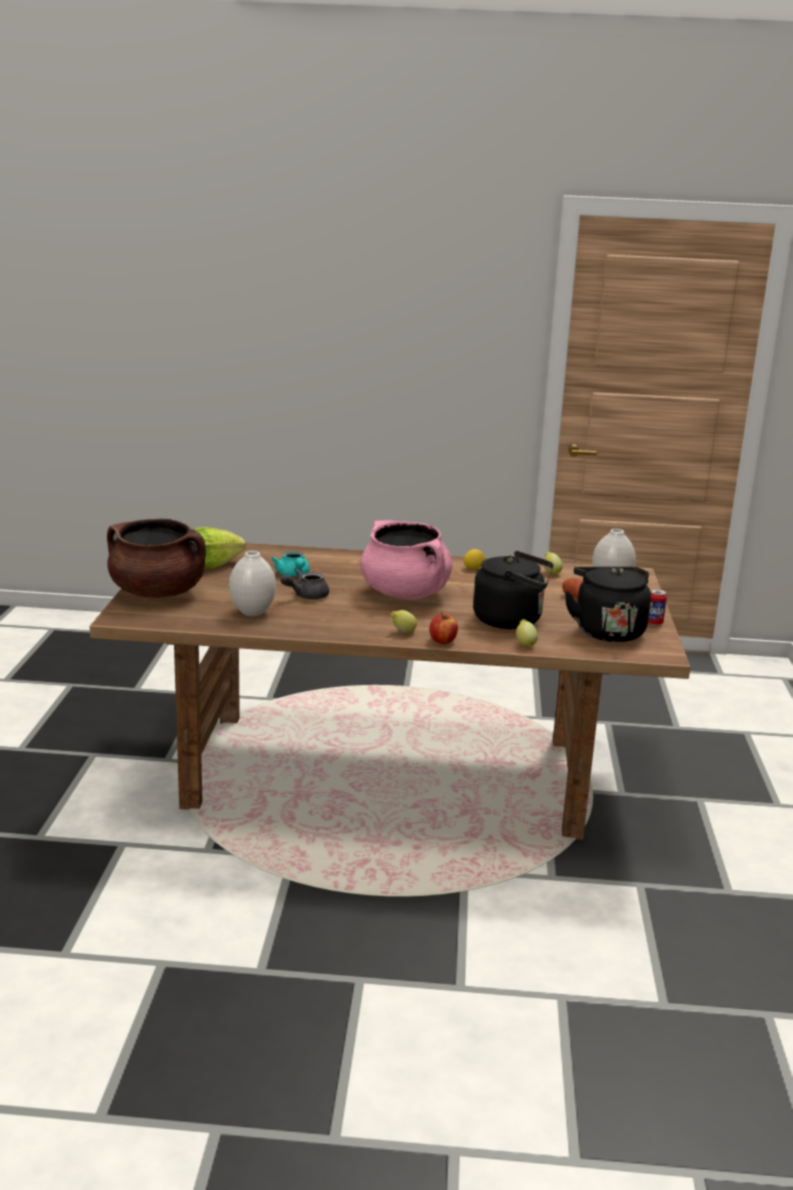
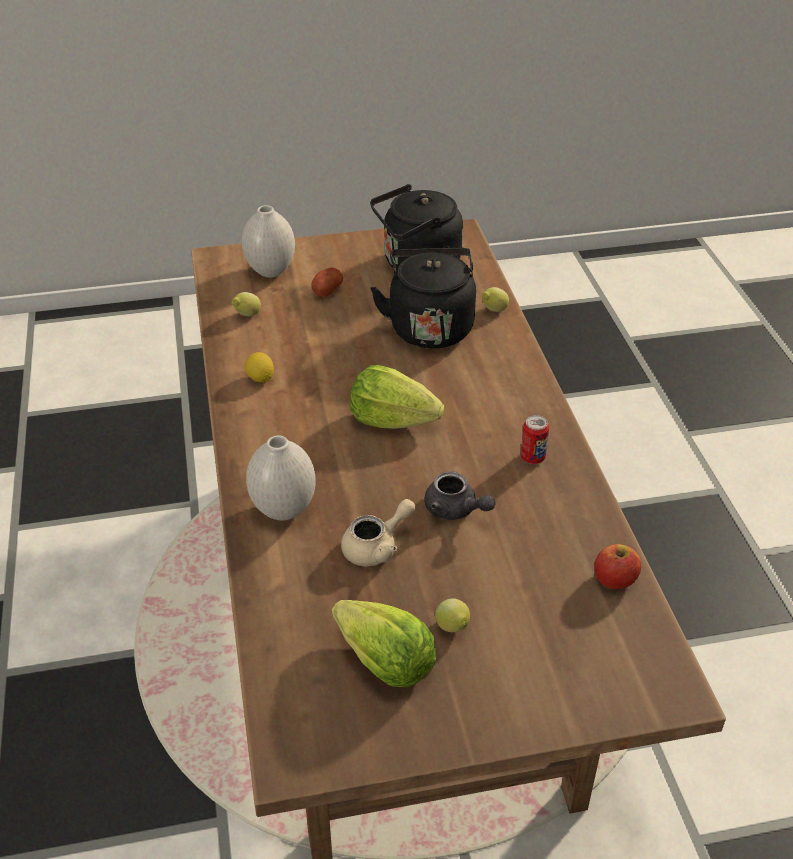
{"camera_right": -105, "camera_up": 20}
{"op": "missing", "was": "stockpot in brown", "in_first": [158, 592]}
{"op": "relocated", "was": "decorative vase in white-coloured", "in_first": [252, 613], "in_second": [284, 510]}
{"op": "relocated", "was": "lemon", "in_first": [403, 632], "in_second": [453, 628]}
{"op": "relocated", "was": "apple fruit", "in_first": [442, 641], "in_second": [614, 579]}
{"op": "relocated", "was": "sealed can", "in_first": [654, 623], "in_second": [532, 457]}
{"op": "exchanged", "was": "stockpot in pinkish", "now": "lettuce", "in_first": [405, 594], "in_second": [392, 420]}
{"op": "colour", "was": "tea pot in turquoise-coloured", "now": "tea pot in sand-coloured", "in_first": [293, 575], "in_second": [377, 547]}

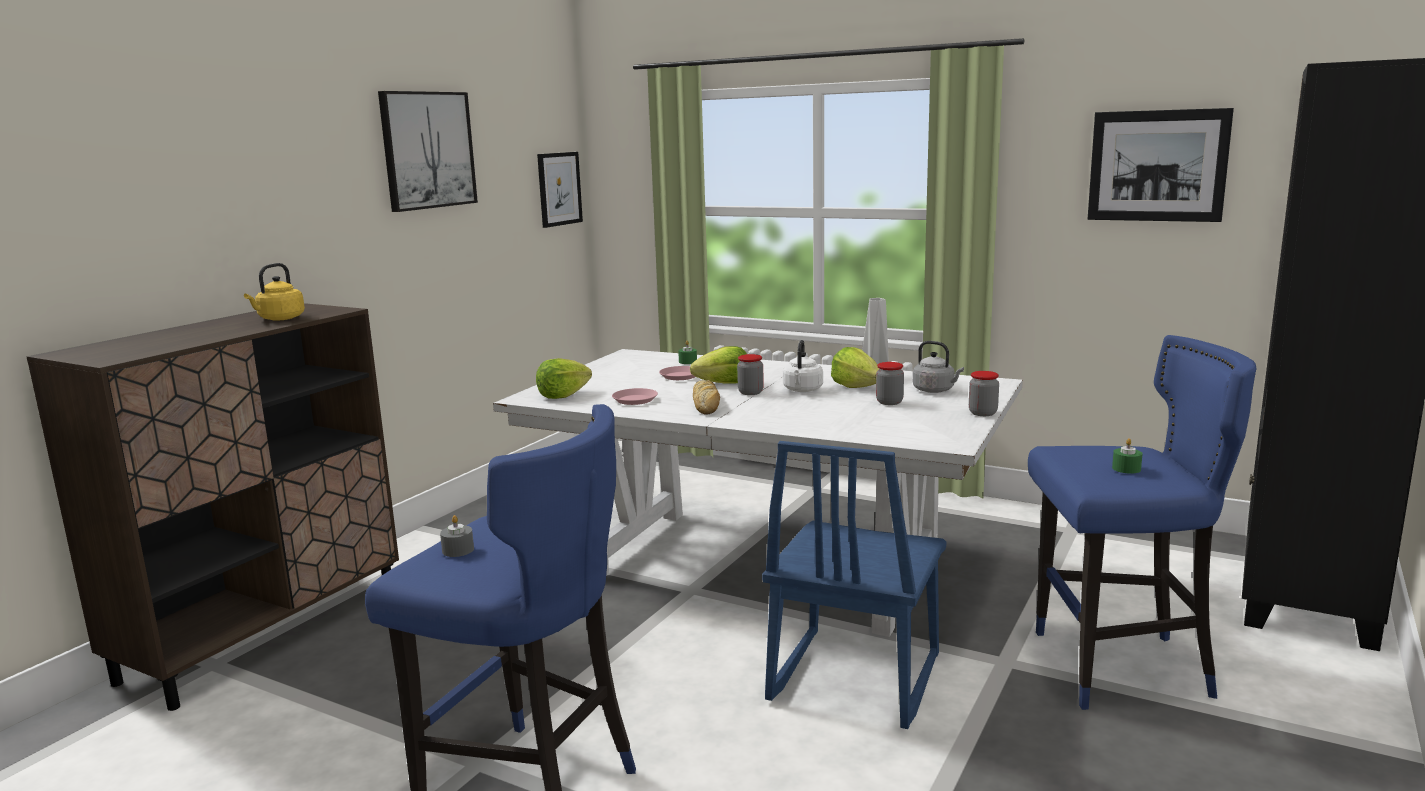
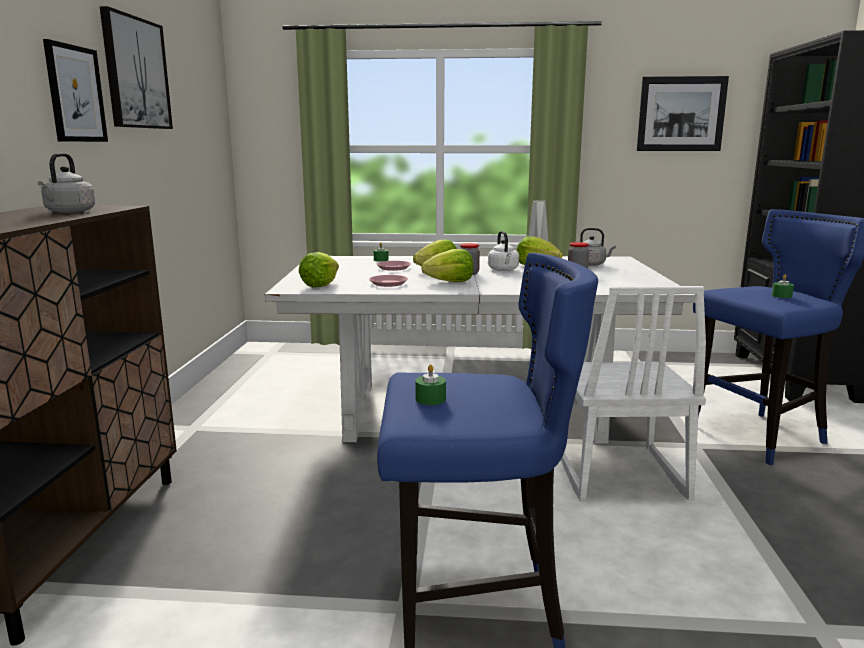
{"camera_right": -25, "camera_up": 0}
{"op": "missing", "was": "storage jar", "in_first": [982, 413]}
{"op": "relocated", "was": "picture", "in_first": [559, 189], "in_second": [75, 94]}
{"op": "exchanged", "was": "bread", "now": "lettuce", "in_first": [706, 404], "in_second": [450, 282]}
{"op": "colour", "was": "tea kettle in yellow", "now": "tea kettle in grey", "in_first": [279, 319], "in_second": [69, 212]}
{"op": "colour", "was": "candle in grey", "now": "candle in green", "in_first": [458, 550], "in_second": [430, 399]}
{"op": "colour", "was": "upright chair in blue-coloured", "now": "upright chair in white-coloured", "in_first": [853, 678], "in_second": [616, 474]}

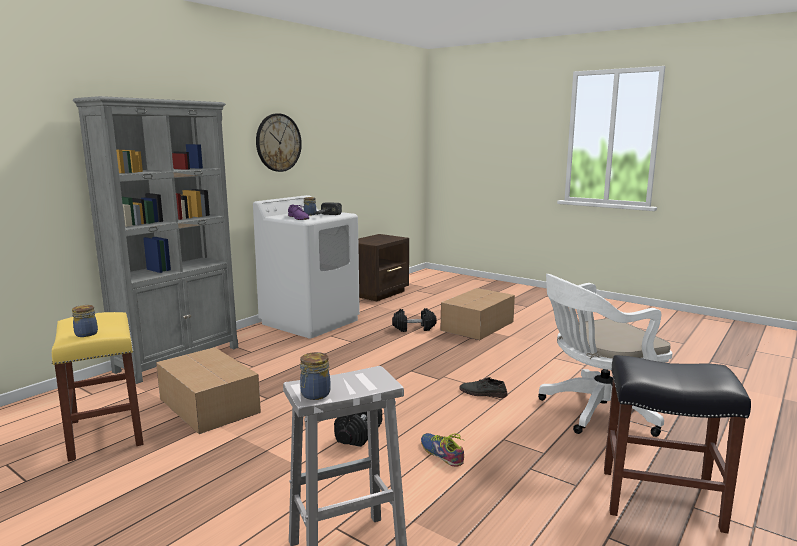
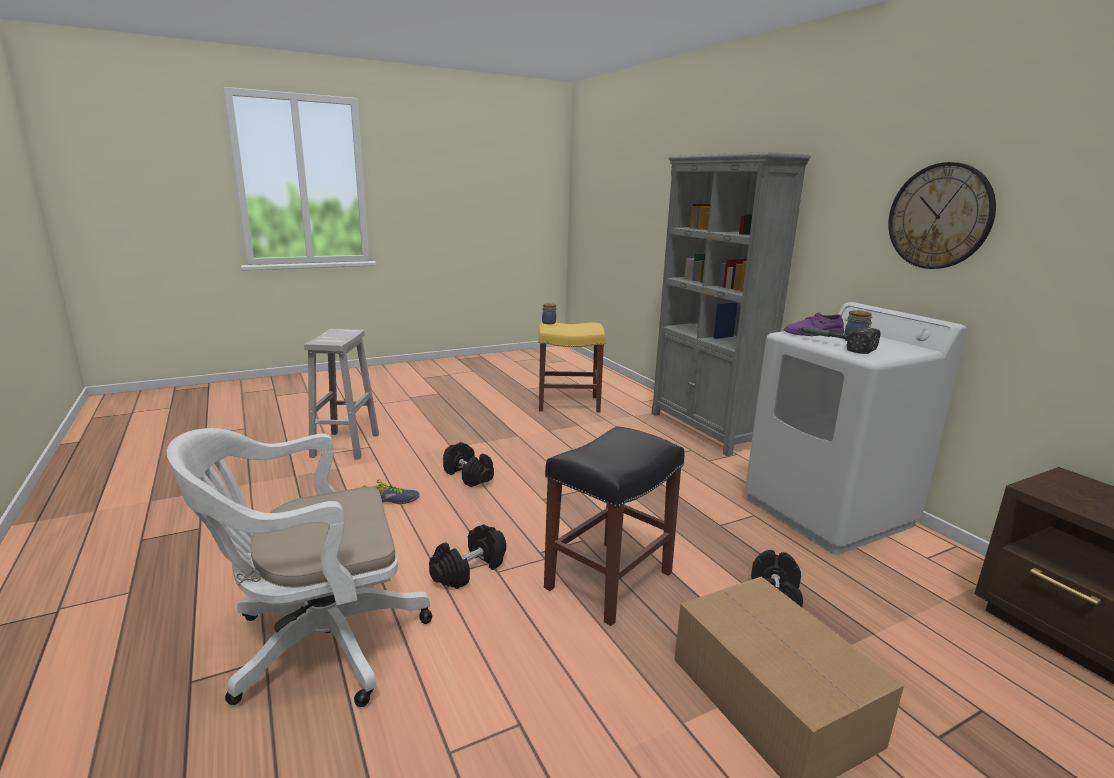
{"camera_right": 115, "camera_up": 5}
{"op": "missing", "was": "packing box", "in_first": [209, 404]}
{"op": "missing", "was": "storage jar", "in_first": [314, 395]}
{"op": "relocated", "was": "sitting stool in blackish", "in_first": [662, 499], "in_second": [608, 581]}
{"op": "exchanged", "was": "item of footwear in grey", "now": "free weight in blackish", "in_first": [482, 393], "in_second": [469, 569]}
{"op": "spun", "was": "desk chair in white-coloured", "in_first": [596, 411], "in_second": [317, 644], "clockwise": -120}

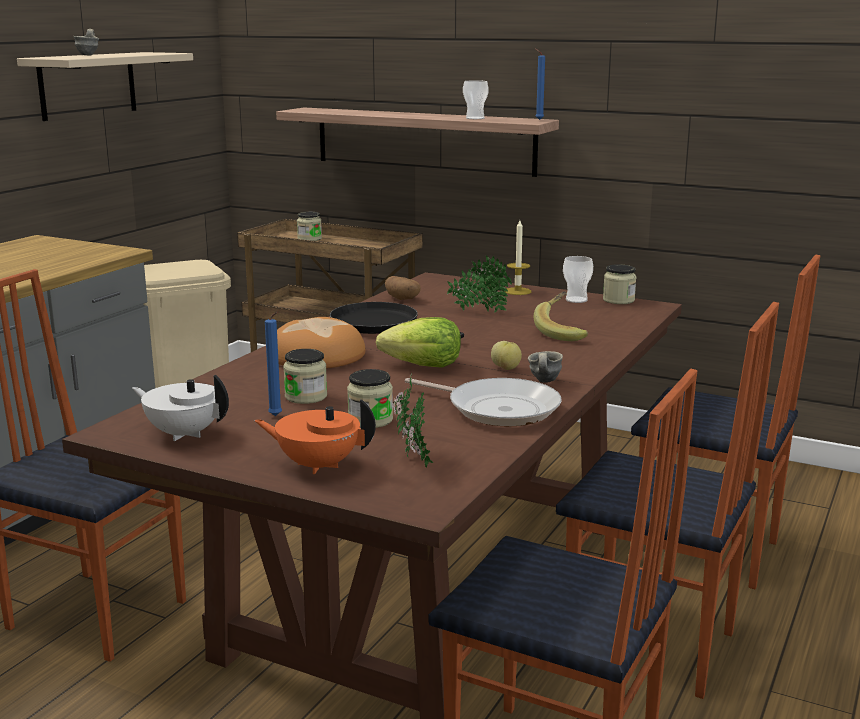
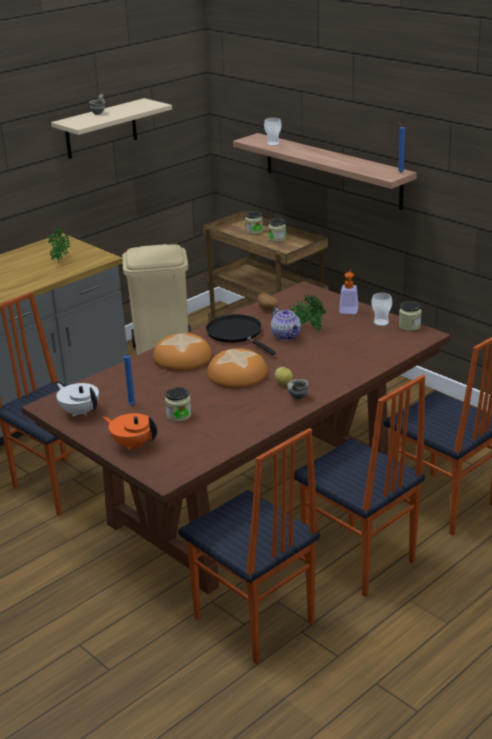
{"camera_right": 20, "camera_up": 10}
{"op": "missing", "was": "skillet", "in_first": [498, 408]}
{"op": "missing", "was": "whole banana", "in_first": [564, 332]}
{"op": "appeared", "now": "tea pot", "in_second": [286, 336]}
{"op": "relocated", "was": "storage jar", "in_first": [306, 396], "in_second": [277, 239]}
{"op": "relocated", "was": "plant in a pot", "in_first": [414, 461], "in_second": [59, 262]}
{"op": "relocated", "was": "small cup", "in_first": [475, 118], "in_second": [273, 144]}
{"op": "exchanged", "was": "lettuce", "now": "bread", "in_first": [423, 365], "in_second": [237, 375]}
{"op": "exchanged", "was": "candle", "now": "liquid soap bottle", "in_first": [517, 291], "in_second": [349, 309]}

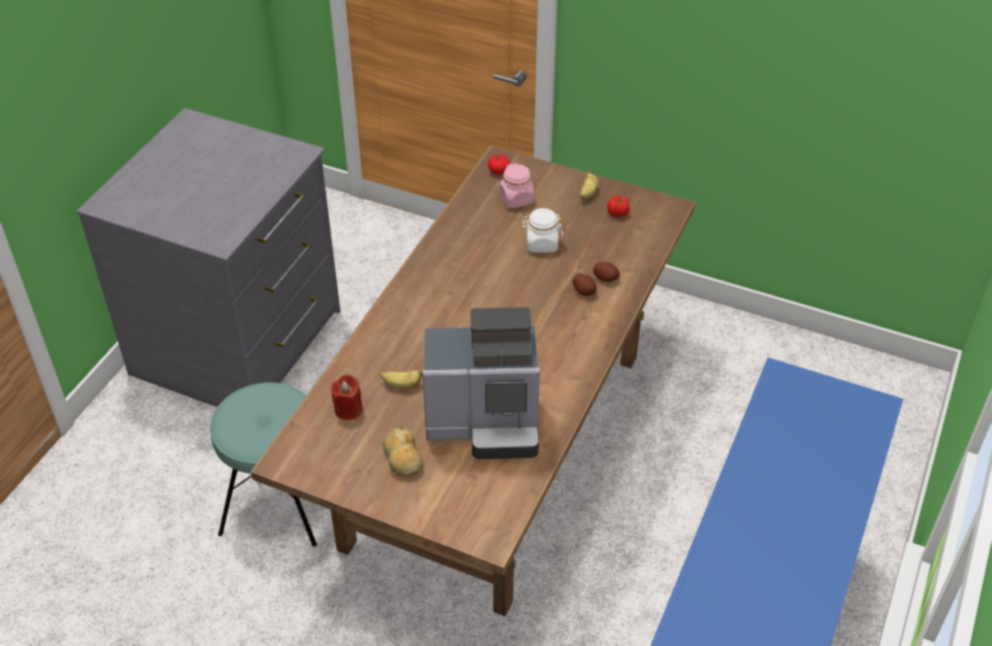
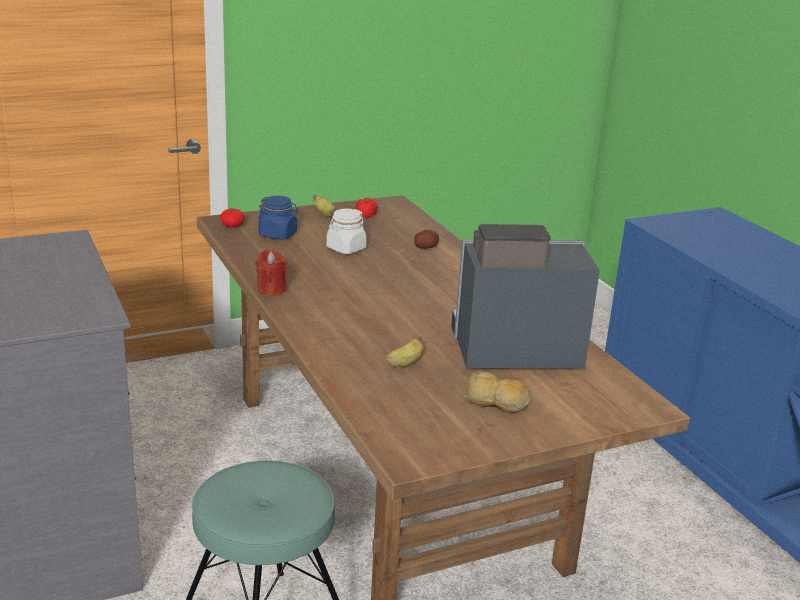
{"camera_right": -50, "camera_up": -20}
{"op": "missing", "was": "whole potato", "in_first": [584, 291]}
{"op": "relocated", "was": "candle in red-coloured", "in_first": [348, 409], "in_second": [271, 290]}
{"op": "colour", "was": "storage jar in pinkish", "now": "storage jar in blue-coloured", "in_first": [516, 199], "in_second": [278, 235]}
{"op": "spun", "was": "coffee brewer", "in_first": [486, 423], "in_second": [511, 351], "clockwise": -135}

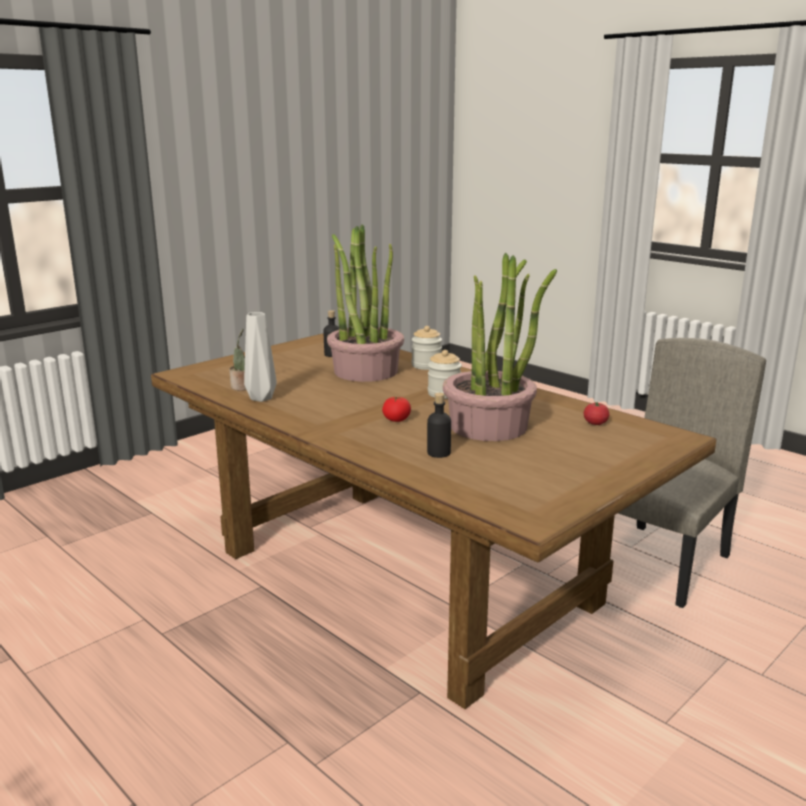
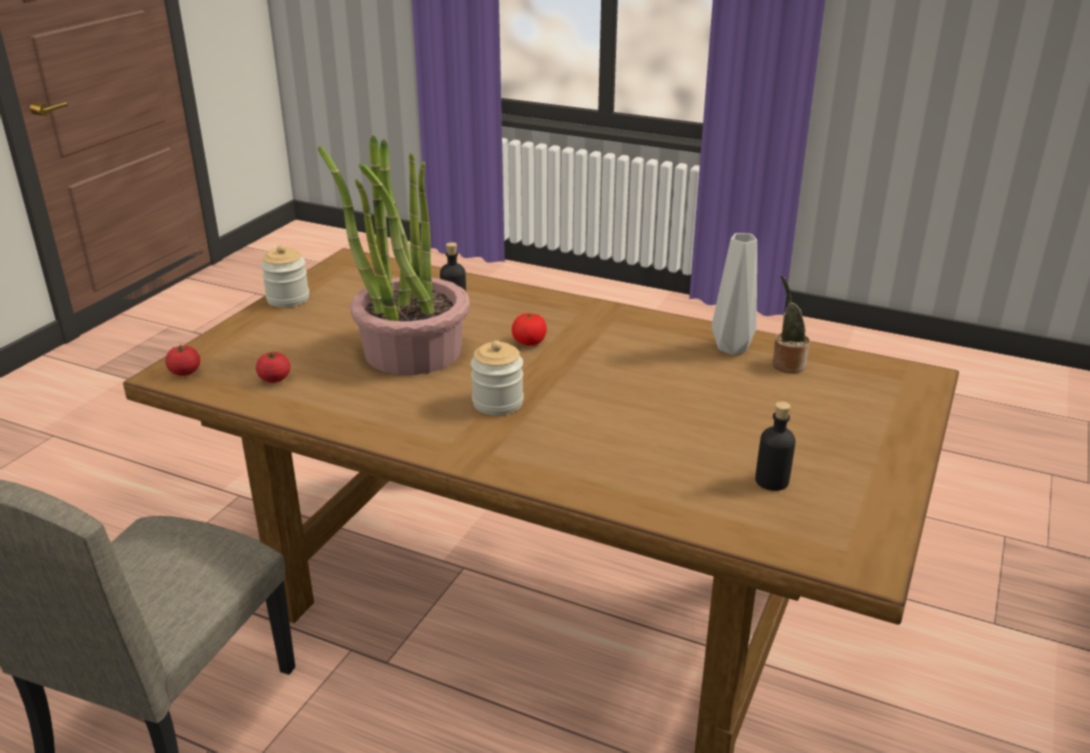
{"camera_right": 160, "camera_up": 10}
{"op": "missing", "was": "plant in a pot", "in_first": [365, 371]}
{"op": "appeared", "now": "fresh tomato", "in_second": [185, 372]}
{"op": "relocated", "was": "storage jar", "in_first": [426, 365], "in_second": [288, 299]}

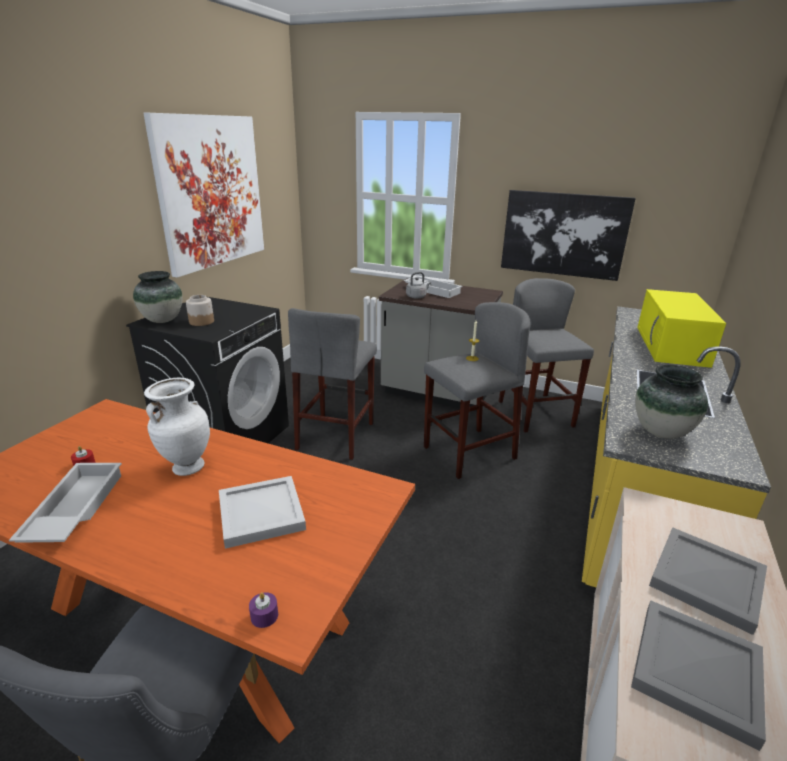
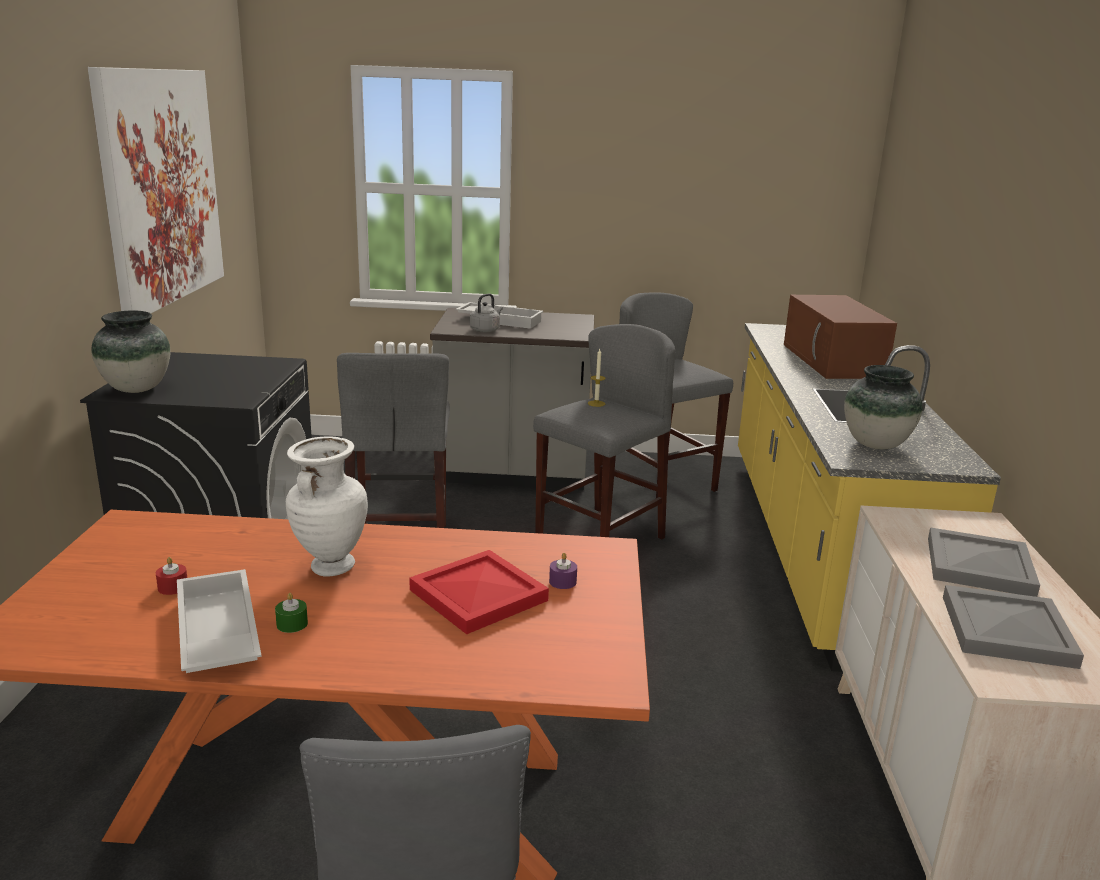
{"camera_right": -20, "camera_up": -5}
{"op": "missing", "was": "storage jar", "in_first": [201, 321]}
{"op": "missing", "was": "picture", "in_first": [563, 234]}
{"op": "appeared", "now": "candle in green", "in_second": [292, 624]}
{"op": "relocated", "was": "candle in purple", "in_first": [264, 616], "in_second": [562, 582]}
{"op": "colour", "was": "tray in white-coloured", "now": "tray in red-coloured", "in_first": [262, 514], "in_second": [480, 595]}
{"op": "colour", "was": "kitchen microwave in yellow", "now": "kitchen microwave in brown", "in_first": [672, 346], "in_second": [833, 361]}

